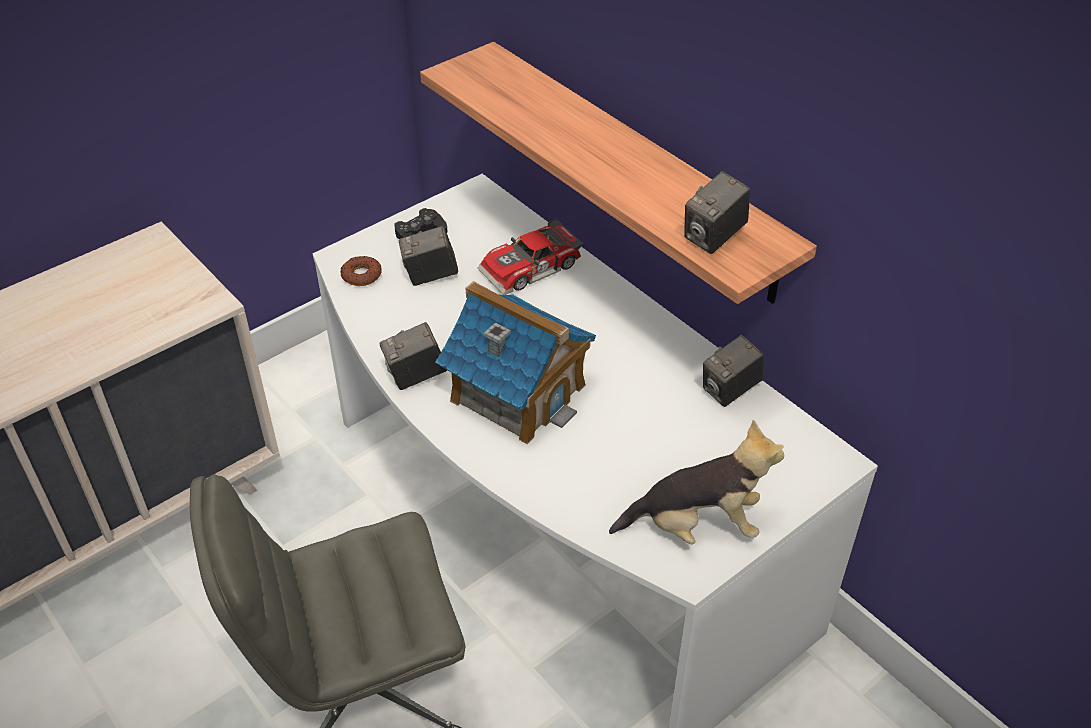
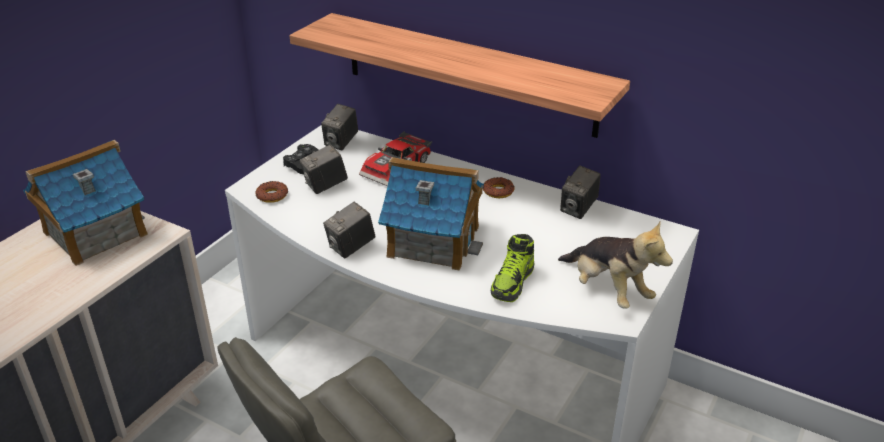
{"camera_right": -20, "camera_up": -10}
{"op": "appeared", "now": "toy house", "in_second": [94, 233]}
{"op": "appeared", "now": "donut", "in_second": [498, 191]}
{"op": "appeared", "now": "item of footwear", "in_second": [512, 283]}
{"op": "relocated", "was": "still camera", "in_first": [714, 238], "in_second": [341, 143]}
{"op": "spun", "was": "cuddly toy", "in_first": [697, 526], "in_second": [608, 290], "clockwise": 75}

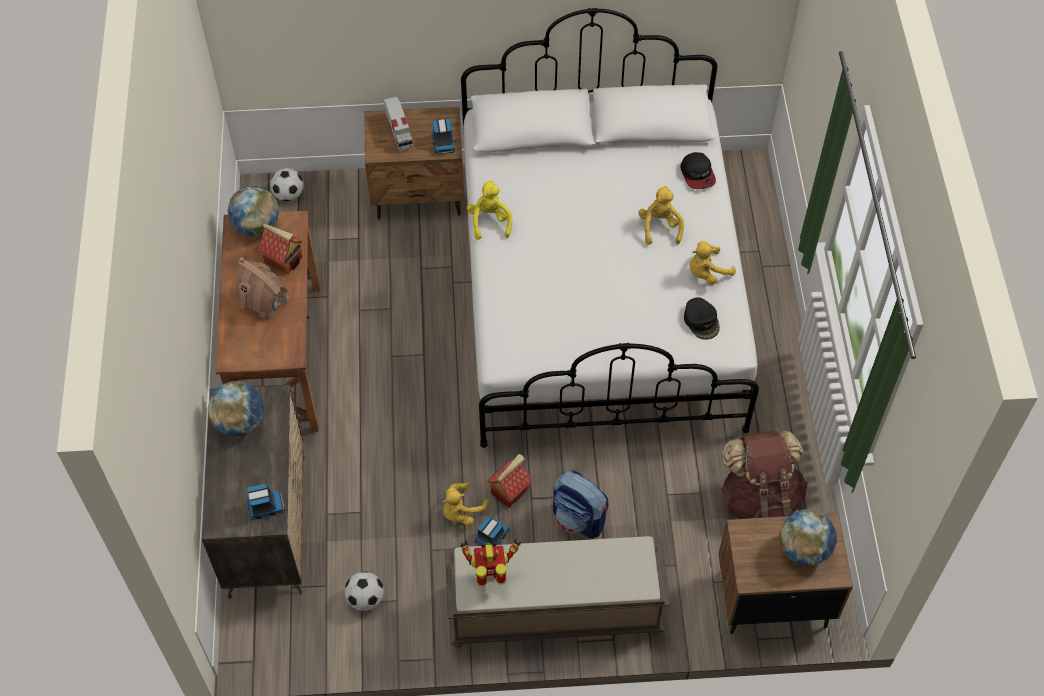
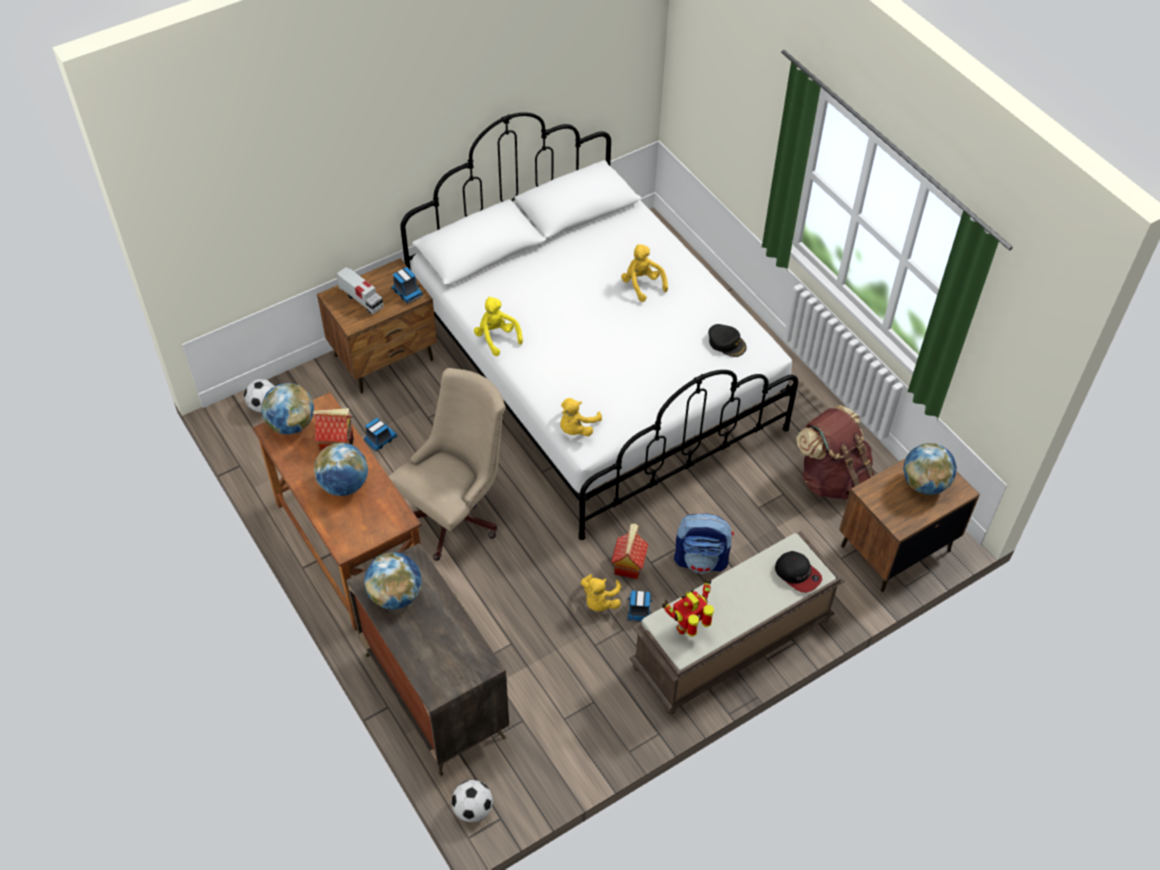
{"camera_right": -30, "camera_up": -5}
{"op": "appeared", "now": "desk chair in sand-coloured", "in_second": [455, 513]}
{"op": "relocated", "was": "toy truck", "in_first": [264, 507], "in_second": [380, 439]}
{"op": "relocated", "was": "ball for football", "in_first": [365, 599], "in_second": [473, 809]}
{"op": "relocated", "was": "baseball cap", "in_first": [697, 174], "in_second": [797, 574]}
{"op": "relocated", "was": "cuddly toy in yellow", "in_first": [707, 272], "in_second": [576, 428]}
{"op": "exchanged", "was": "toy house", "now": "desk globe", "in_first": [264, 302], "in_second": [344, 485]}

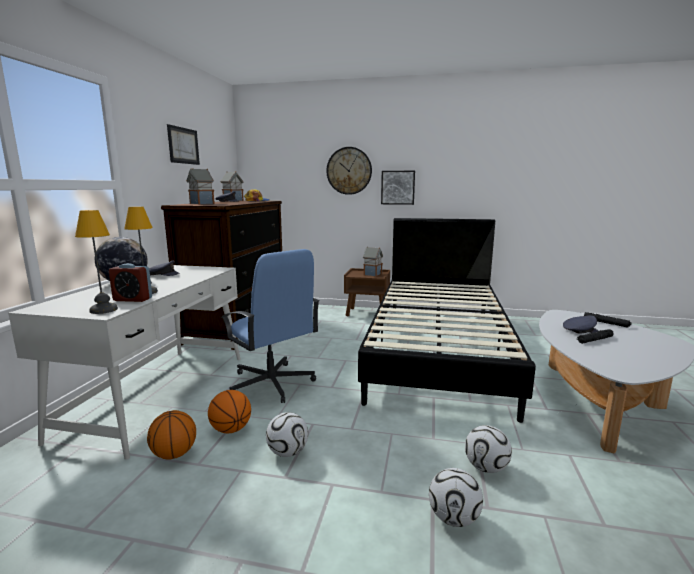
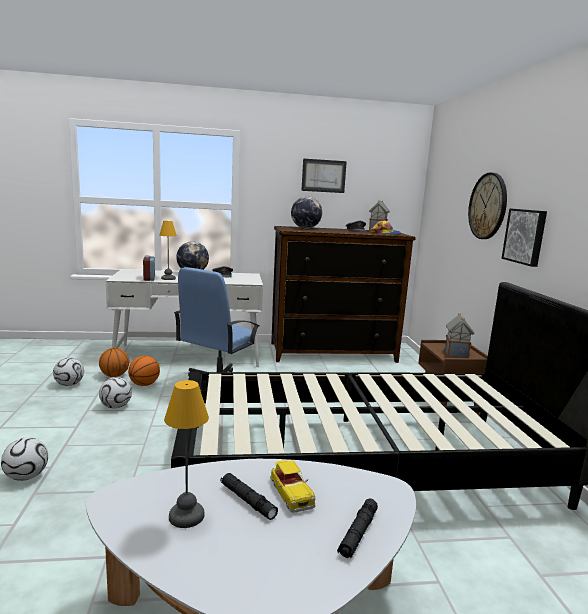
{"camera_right": 70, "camera_up": 0}
{"op": "relocated", "was": "lamp for a table", "in_first": [104, 310], "in_second": [187, 516]}
{"op": "relocated", "was": "ball for football", "in_first": [485, 467], "in_second": [69, 384]}
{"op": "exchanged", "was": "toy house", "now": "desk globe", "in_first": [201, 203], "in_second": [305, 228]}
{"op": "exchanged", "was": "baseball cap in grey", "now": "miniature car", "in_first": [579, 330], "in_second": [290, 493]}

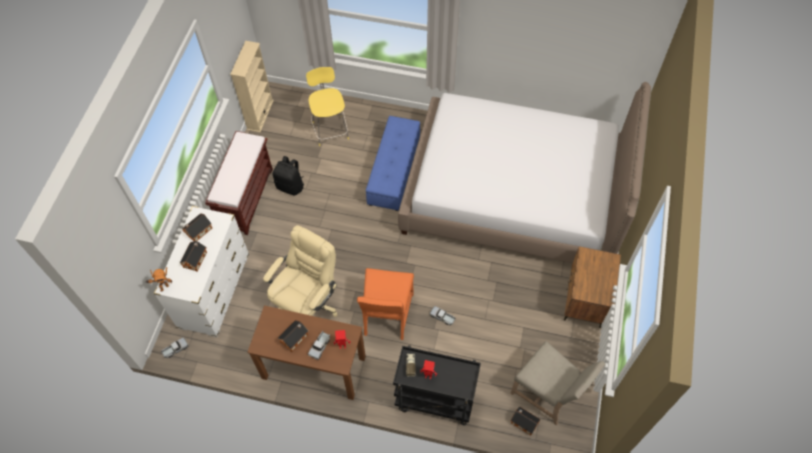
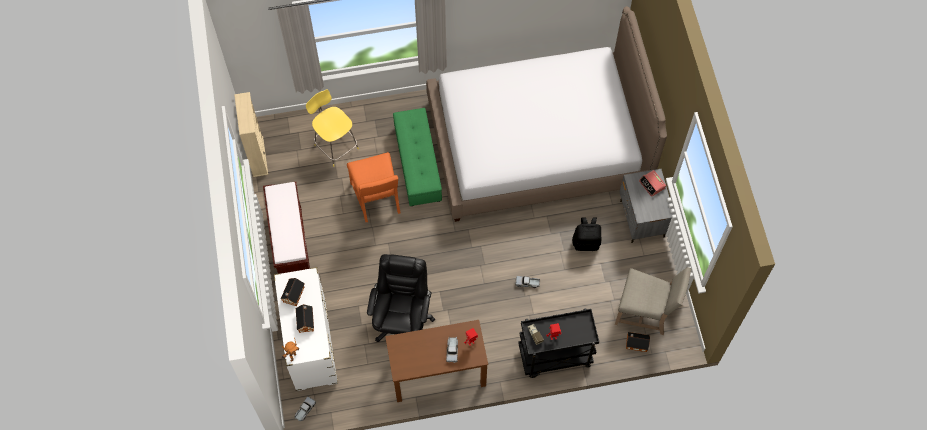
{"camera_right": -25, "camera_up": 5}
{"op": "missing", "was": "toy house", "in_first": [295, 338]}
{"op": "appeared", "now": "bedside clock", "in_second": [652, 185]}
{"op": "relocated", "was": "rucksack in blackish", "in_first": [291, 186], "in_second": [586, 242]}
{"op": "relocated", "was": "upright chair in orange-coloured", "in_first": [387, 316], "in_second": [377, 199]}
{"op": "colour", "was": "desk chair in sand-coloured", "now": "desk chair in blackish", "in_first": [307, 303], "in_second": [402, 319]}
{"op": "colour", "was": "pouffe in blue-coloured", "now": "pouffe in green", "in_first": [394, 171], "in_second": [418, 164]}
{"op": "colour", "was": "night table in brown", "now": "night table in grey", "in_first": [584, 301], "in_second": [641, 219]}

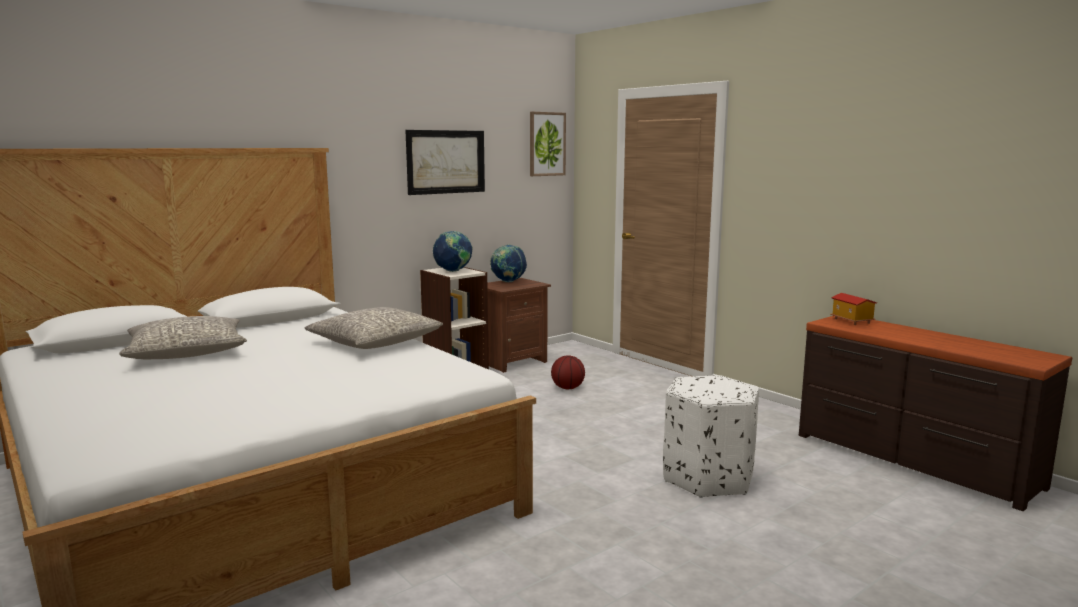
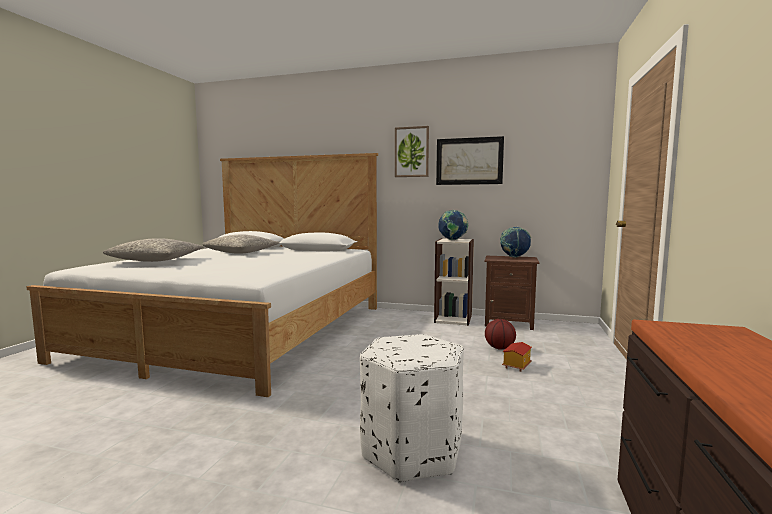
{"camera_right": 55, "camera_up": -5}
{"op": "relocated", "was": "throw pillow in grey", "in_first": [375, 342], "in_second": [157, 260]}
{"op": "relocated", "was": "picture", "in_first": [546, 144], "in_second": [411, 152]}
{"op": "relocated", "was": "toy house", "in_first": [851, 321], "in_second": [516, 365]}

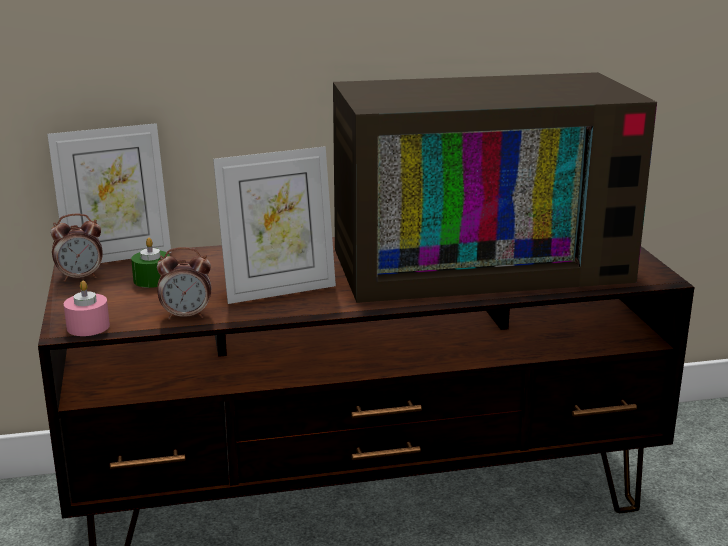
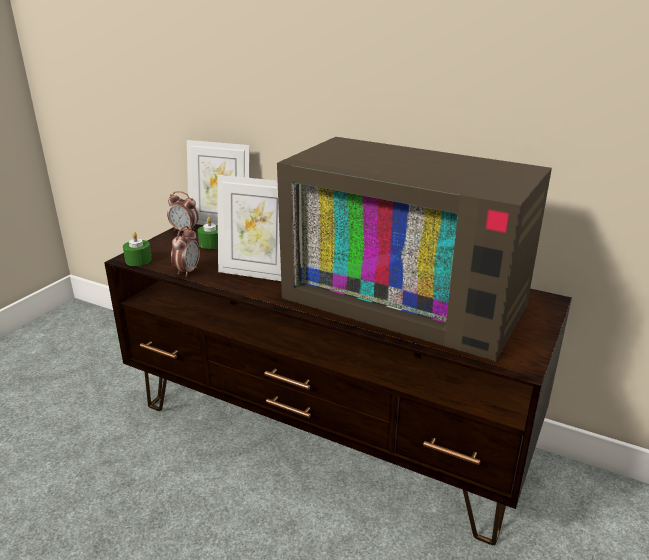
{"camera_right": 40, "camera_up": 5}
{"op": "colour", "was": "candle in pinkish", "now": "candle in green", "in_first": [88, 327], "in_second": [138, 260]}
{"op": "spun", "was": "bedside clock", "in_first": [186, 316], "in_second": [187, 271], "clockwise": -105}

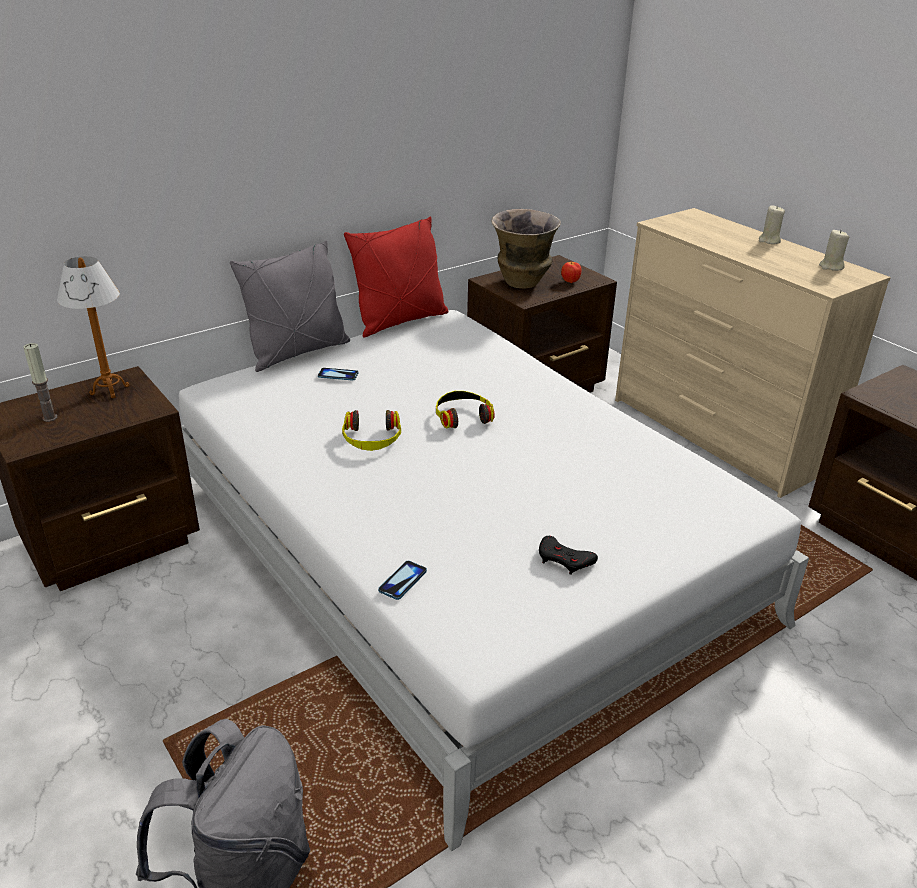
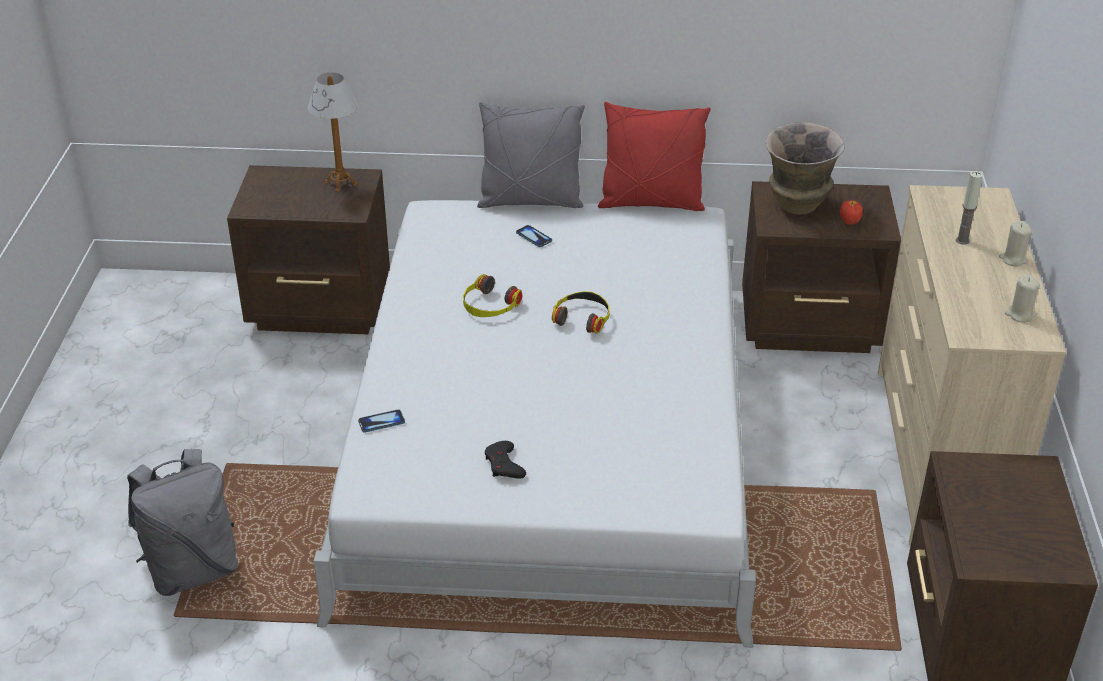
{"camera_right": 40, "camera_up": 5}
{"op": "relocated", "was": "candle", "in_first": [50, 418], "in_second": [962, 240]}

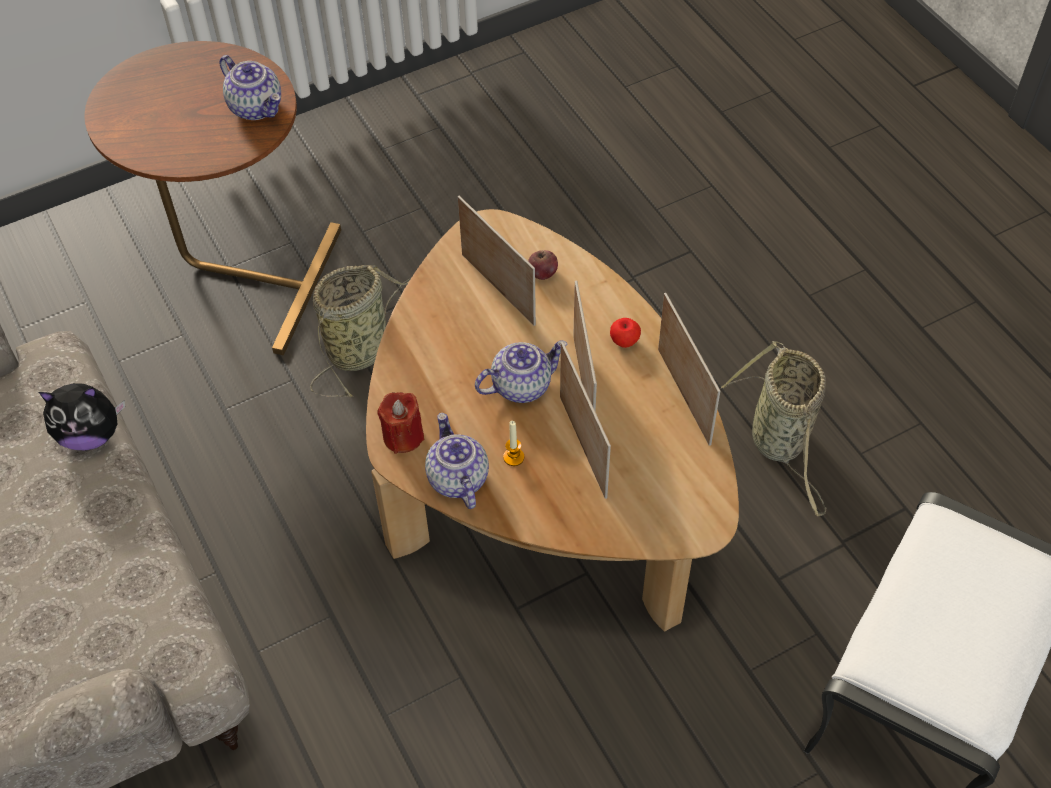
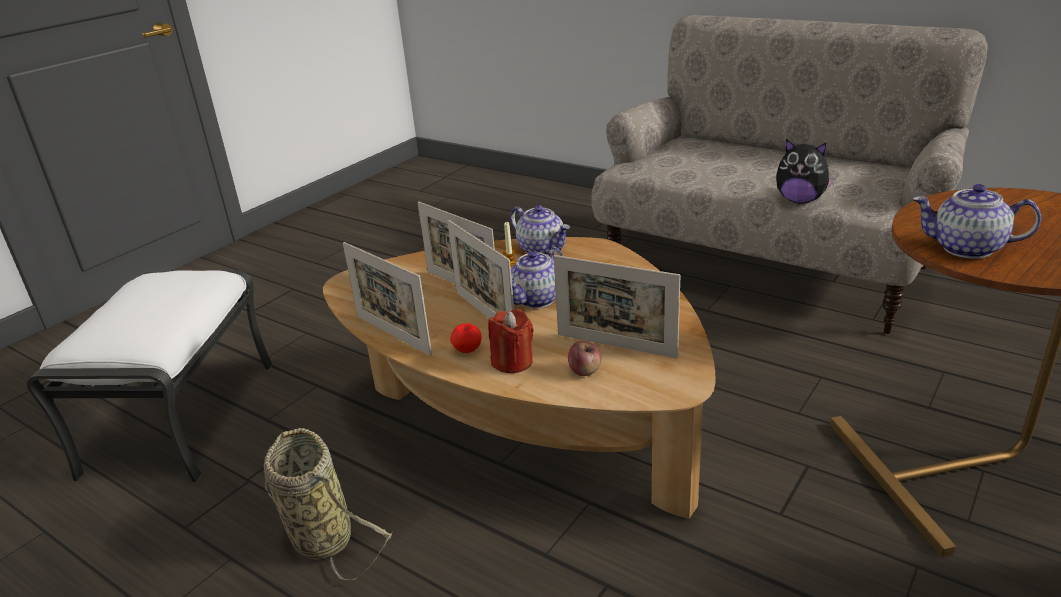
{"camera_right": 155, "camera_up": -25}
{"op": "missing", "was": "household basket", "in_first": [361, 348]}
{"op": "relocated", "was": "candle in red-coloured", "in_first": [403, 436], "in_second": [512, 362]}
{"op": "spun", "was": "cuddly toy", "in_first": [91, 435], "in_second": [800, 200], "clockwise": -120}

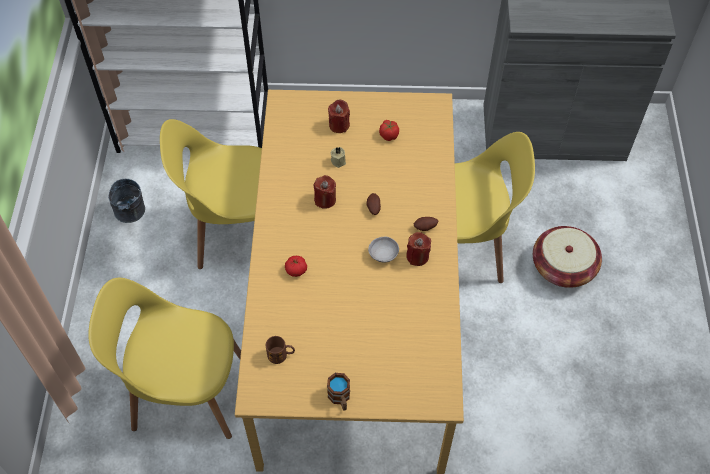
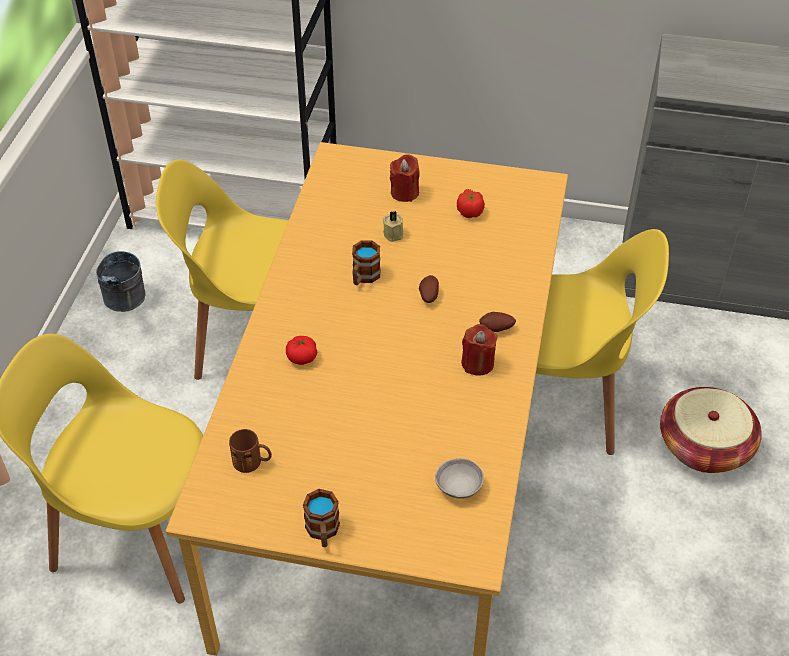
{"camera_right": 10, "camera_up": -10}
{"op": "relocated", "was": "bowl in grey", "in_first": [383, 254], "in_second": [458, 487]}
{"op": "exchanged", "was": "candle in red-coloured", "now": "tea mug", "in_first": [325, 199], "in_second": [364, 277]}

